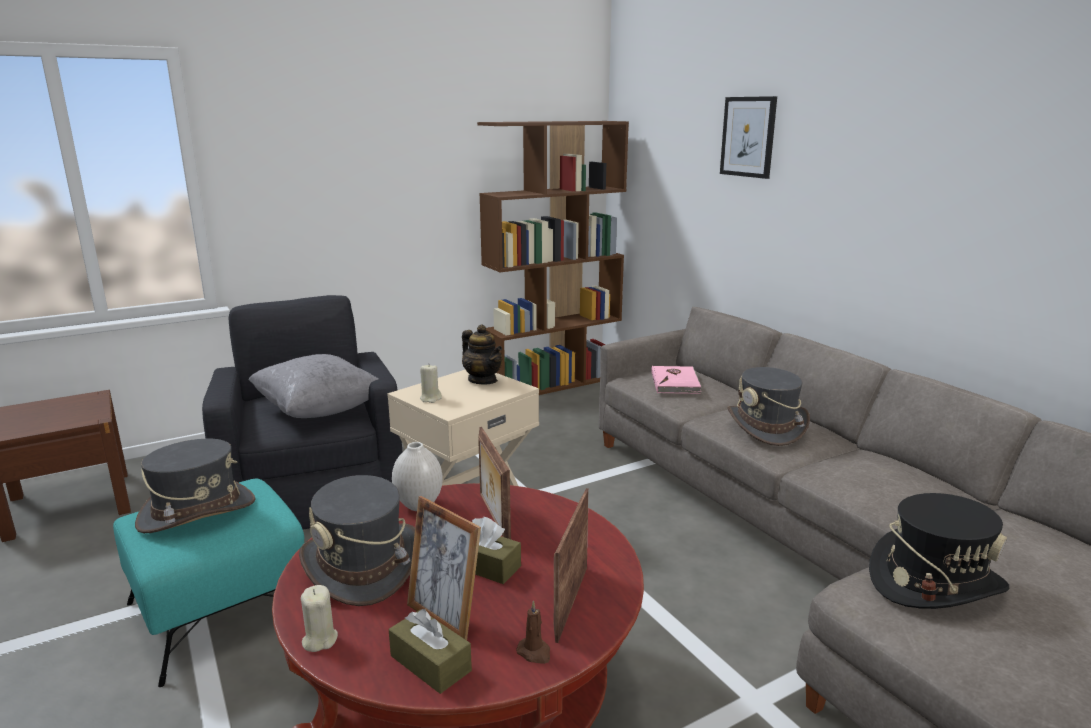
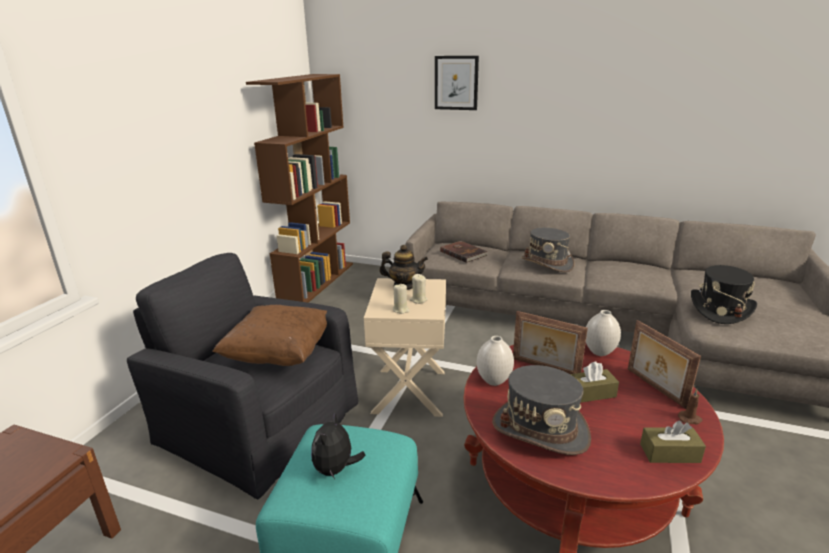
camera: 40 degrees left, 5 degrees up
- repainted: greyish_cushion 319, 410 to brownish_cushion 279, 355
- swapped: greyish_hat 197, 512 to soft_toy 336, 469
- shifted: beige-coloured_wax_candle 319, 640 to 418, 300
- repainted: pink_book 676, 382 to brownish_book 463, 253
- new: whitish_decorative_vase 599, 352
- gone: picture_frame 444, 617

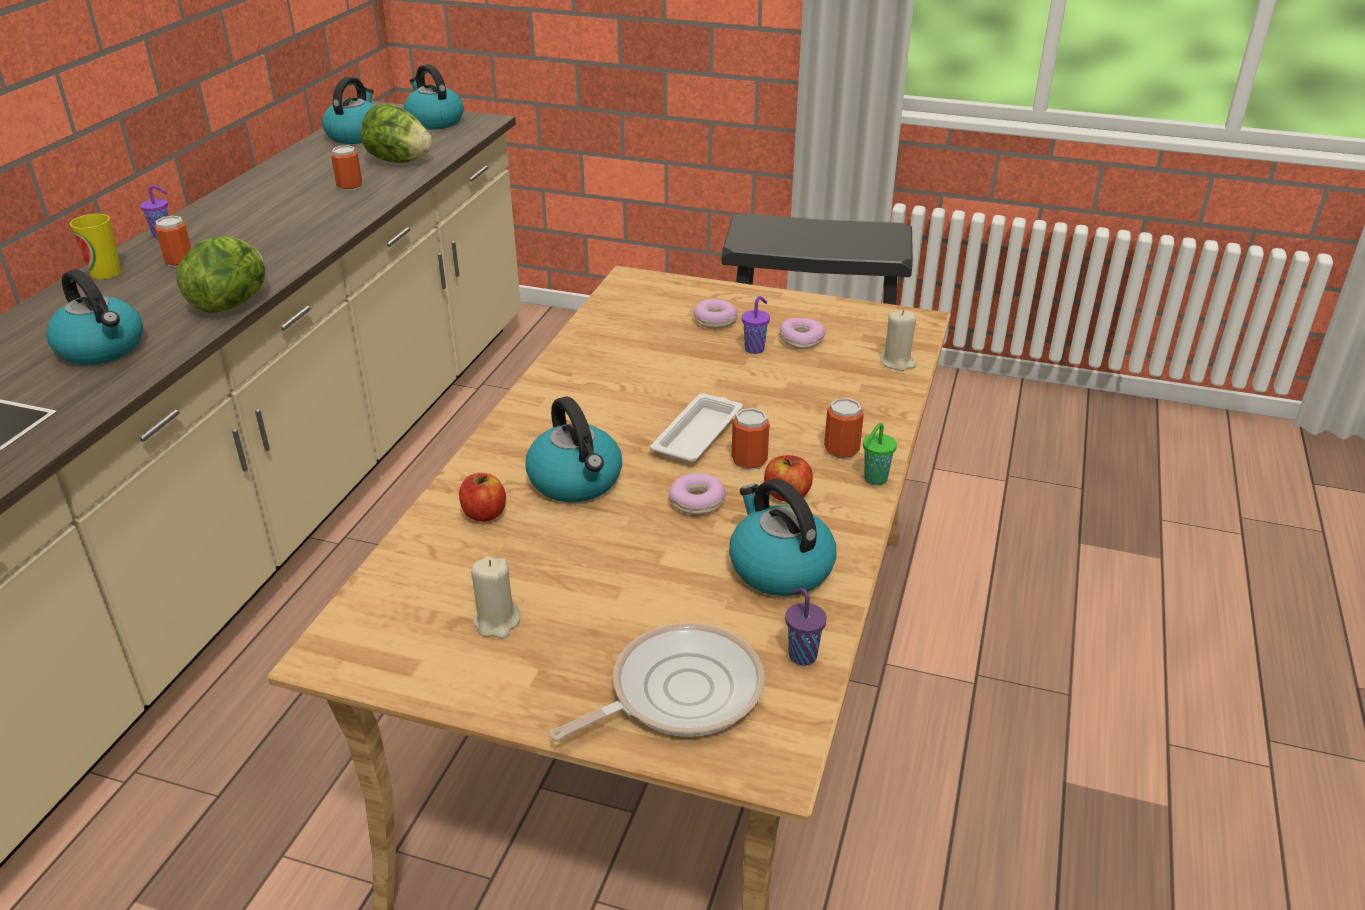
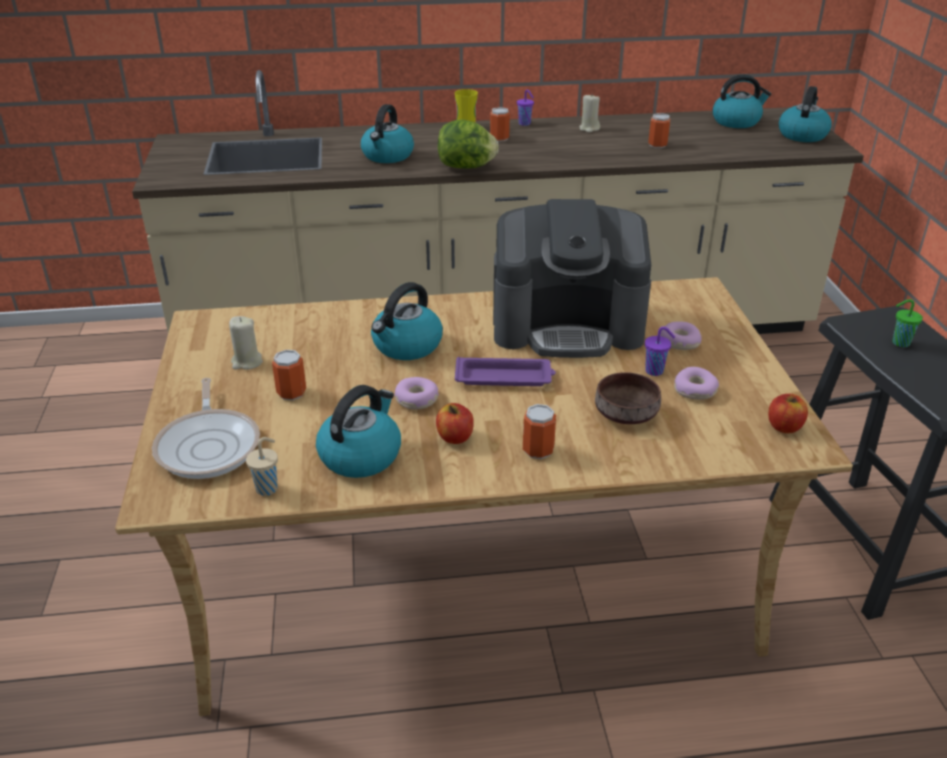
camera: 65 degrees right, 0 degrees up
- rotated: skillet 678, 692 = 209, 445 45 degrees clockwise
- repainted: purple-coloured_cup 801, 654 to beige-coloured_cup 268, 488
- shifted: sealed_can 749, 461 to 291, 393
- repainted: whitish_tray 698, 433 to purple-coloured_tray 505, 377
- new: coffee_machine 568, 325
- shifted: beige-coloured_wax_candle 897, 362 to 589, 128
- new: brownish_deep_dish 624, 413
- shifted: whole_apple 484, 514 to 784, 427
- shifted: green_cup 874, 479 to 899, 343
- gone: lettuce_head 398, 161

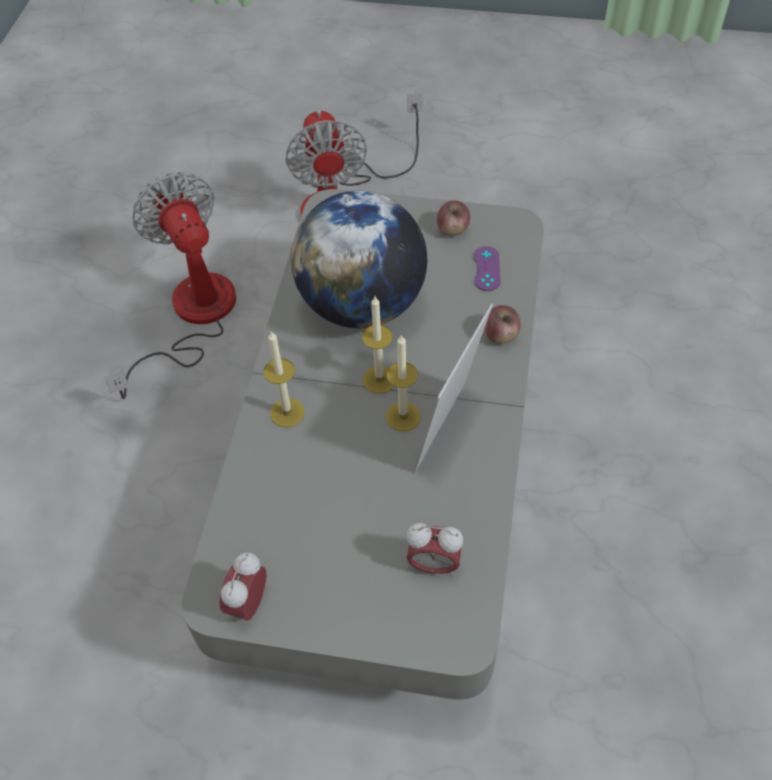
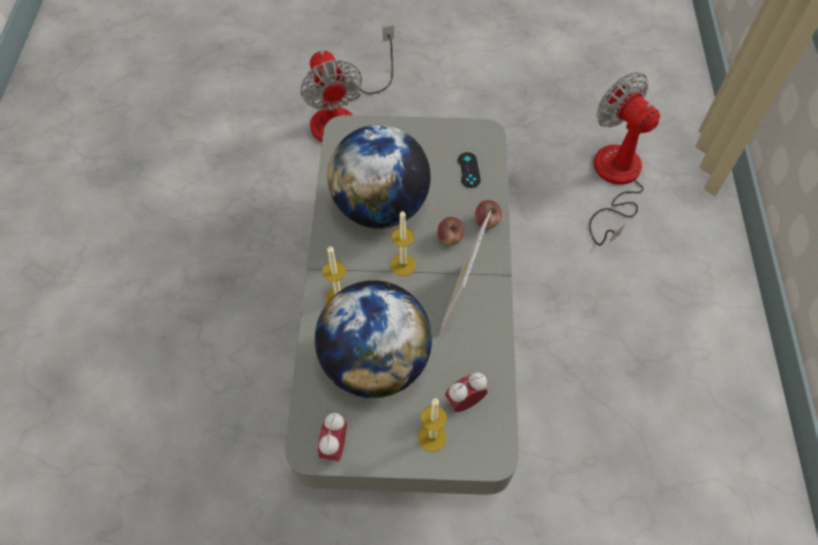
camera: 10 degrees left, 5 degrees up
- new: desk_globe 375, 362
- shifted: wax_candle 403, 416 to 432, 437
- shifted: whole_apple 453, 229 to 450, 238
- rotated: alarm_clock 433, 564 = 464, 401 150 degrees clockwise
- repainted: purple-coloured_game_controller 486, 269 to black_game_controller 469, 170
- shifted: fan 192, 318 to 614, 180

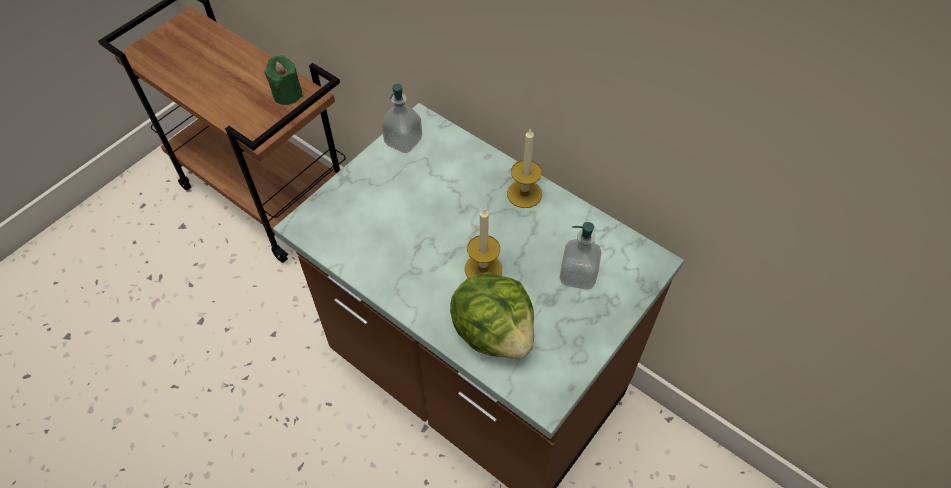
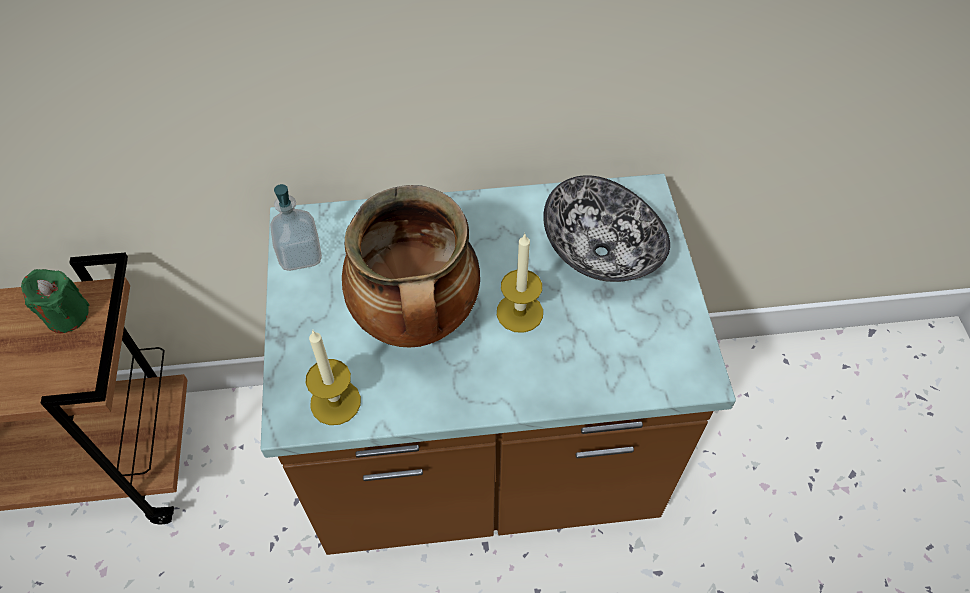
camera: 45 degrees left, 0 degrees up
- shifted: wax_candle 524, 194 to 335, 402
- new: saucepot 418, 322
- swapped: soap_dispenser 578, 275 to deep_dish 602, 251
- gone: lettuce_head 494, 332

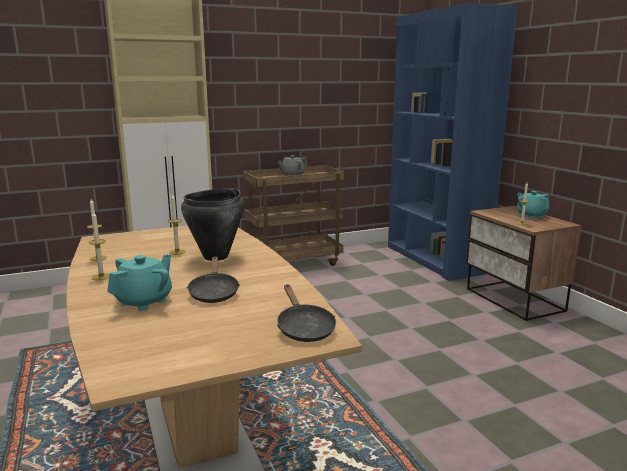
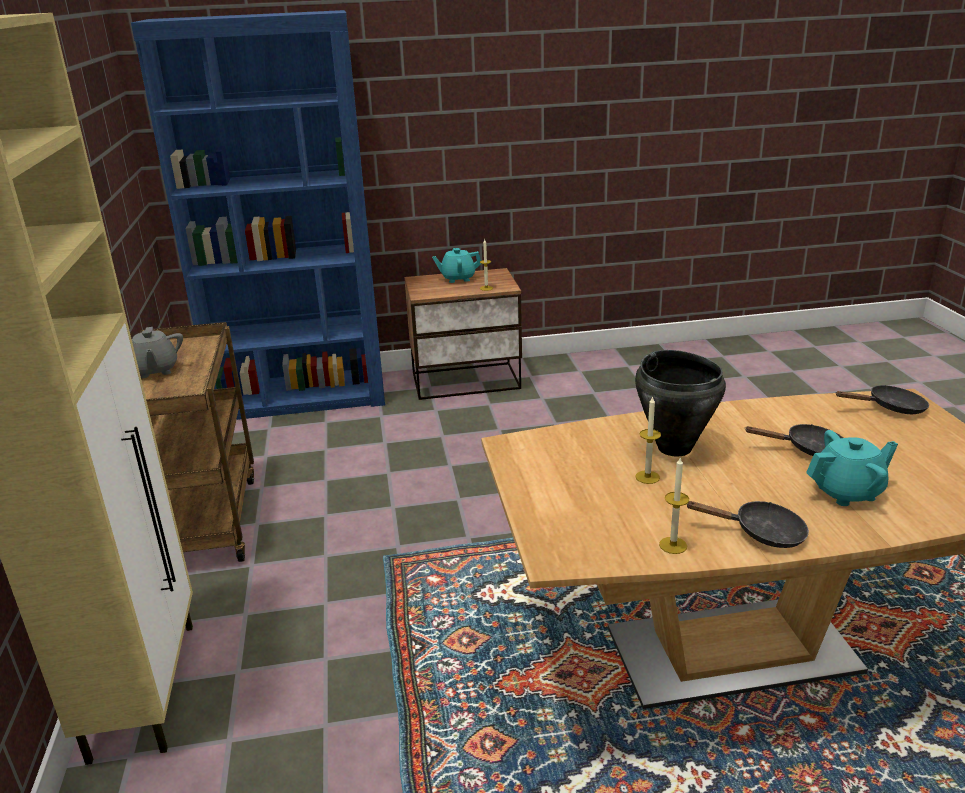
camera: 75 degrees left, 10 degrees up
- swapped: wax_candle 101, 277 to black_skillet 761, 533
- rotated: blue-green_tea_pot 144, 301 = 847, 492 120 degrees clockwise

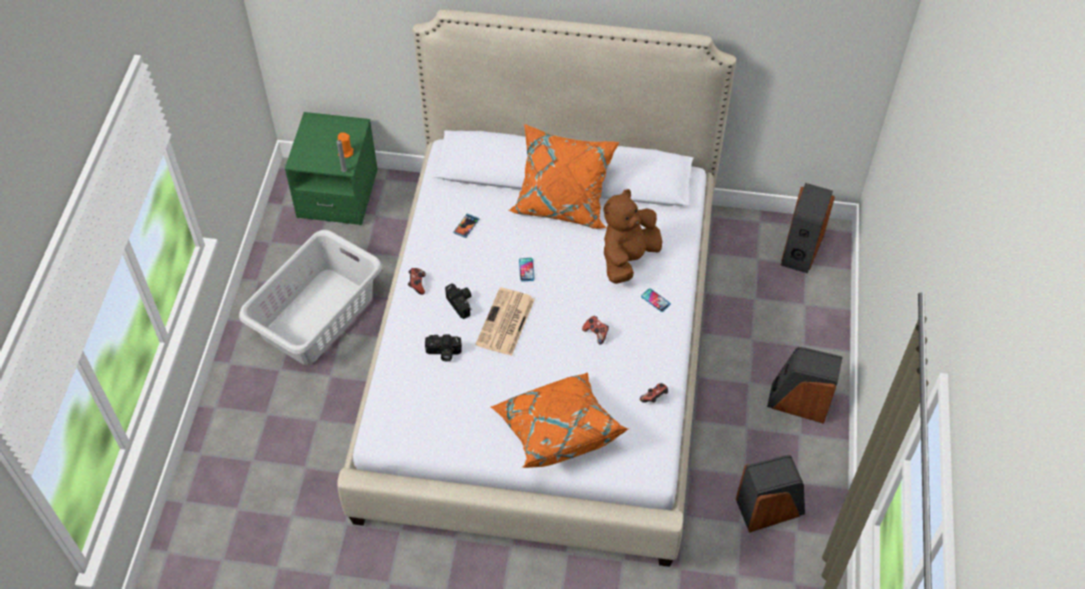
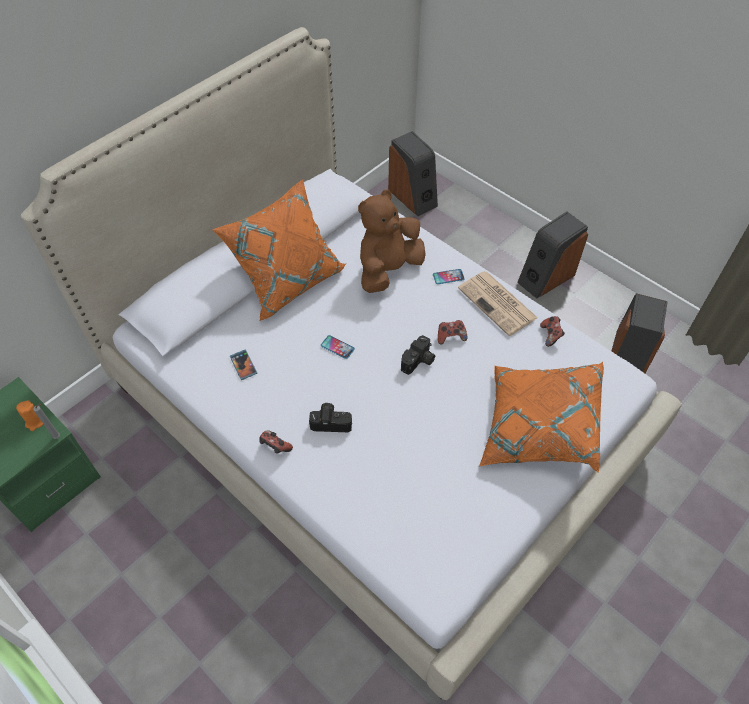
camera: 55 degrees left, 0 degrees up
- rotated: brownish_soft_toy 628, 258 = 388, 270 60 degrees clockwise
- shifted: photo_camera 443, 353 to 419, 362
- shifted: newspaper 505, 323 to 498, 304
- gone: greyish_laundry_basket 319, 316

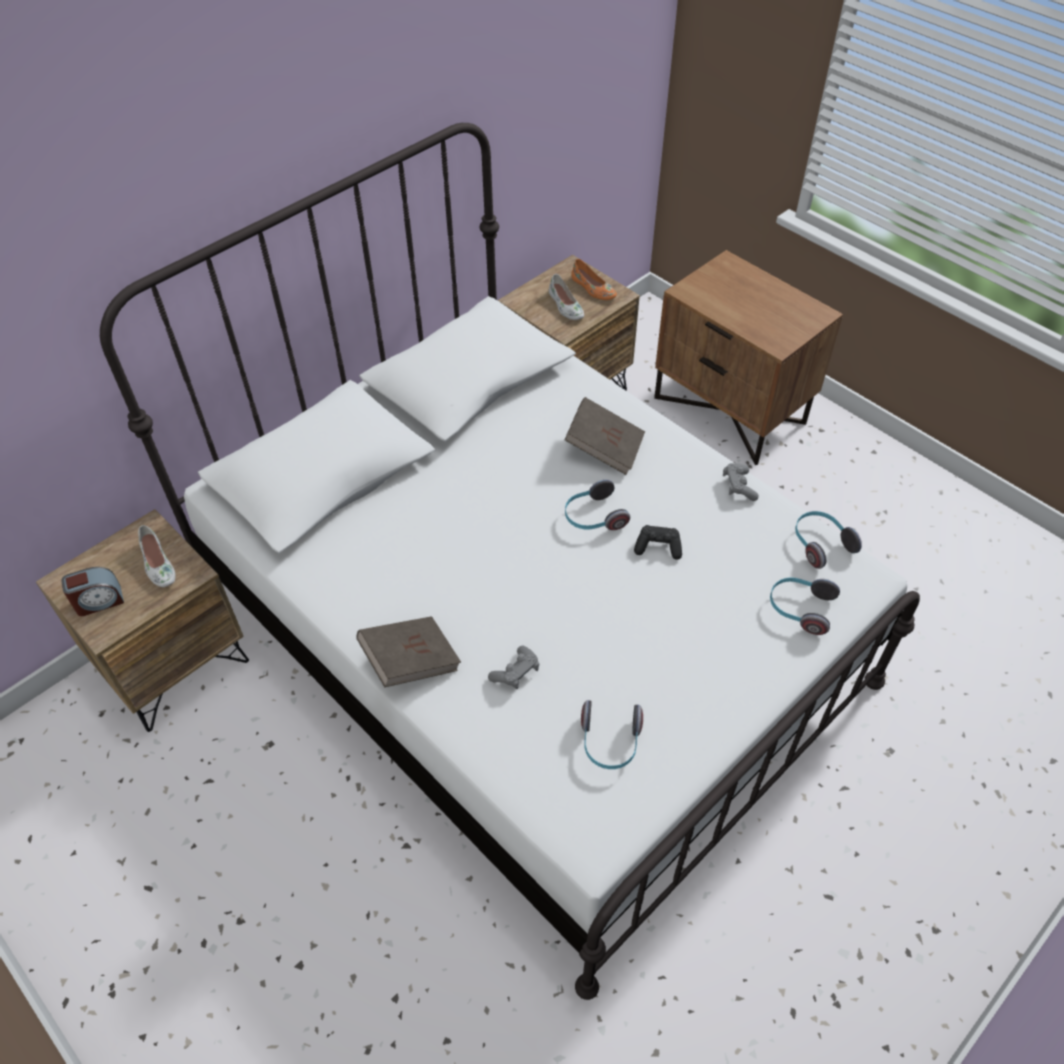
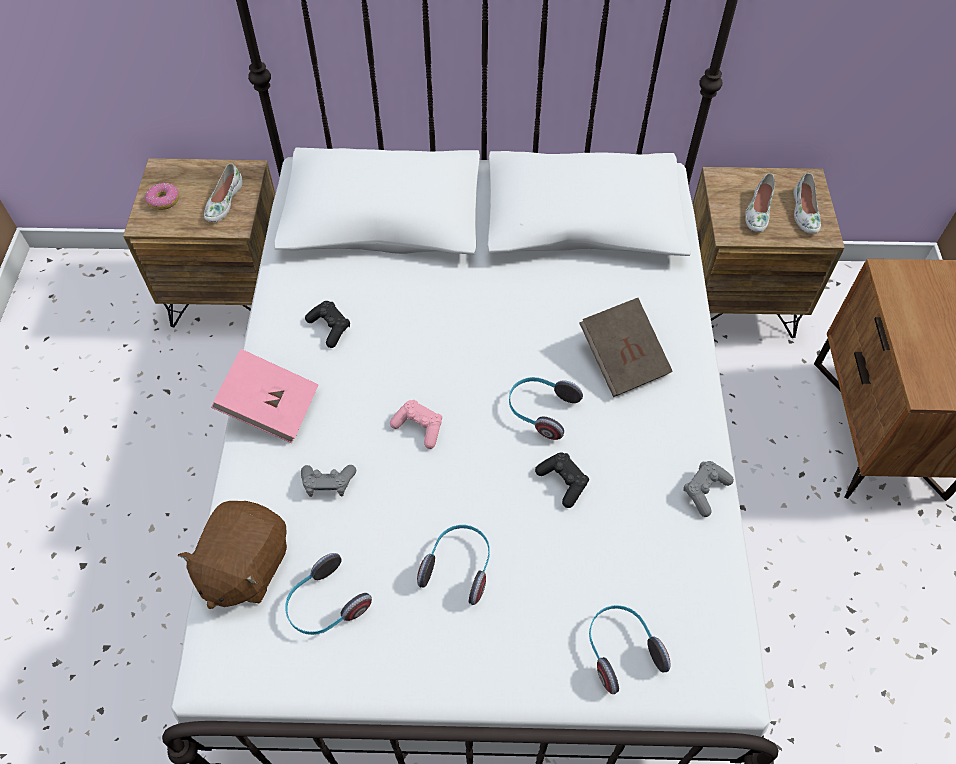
camera: 45 degrees right, 5 degrees up
- swapped: alarm_clock 99, 601 to doughnut 164, 200
- new: brownish_soft_toy 244, 566
- repainted: brownish_book 410, 662 to pink_book 271, 407
- new: black_game_controller 330, 328
- new: pink_game_controller 419, 427
- shifted: headphones 820, 544 to 459, 567
- repainted: orange_item_of_footwear 593, 288 to whitish_item_of_footwear 804, 212

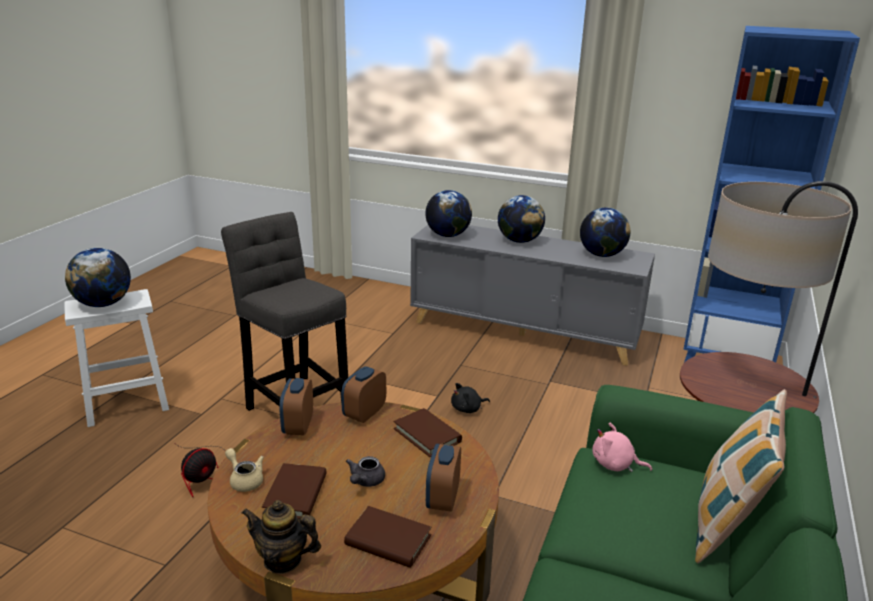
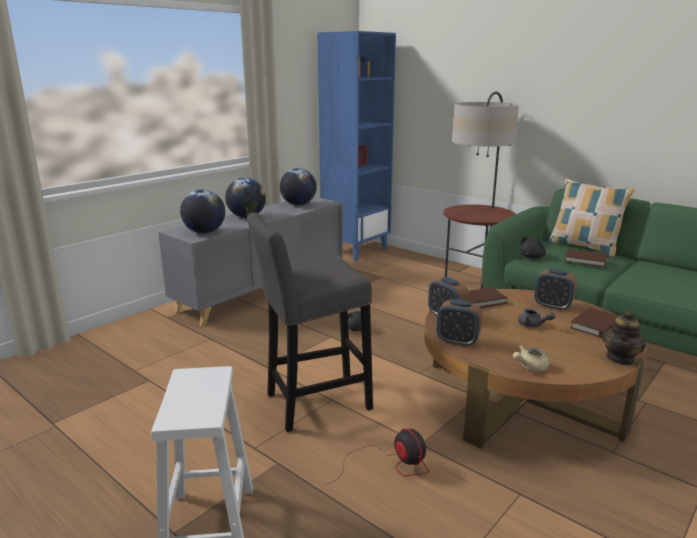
camera: 70 degrees left, 5 degrees down
- repainted: pink_soft_toy 615, 465 to black_soft_toy 532, 257
- shifted: brownish_book 295, 494 to 585, 260
- gone: desk_globe 103, 304

